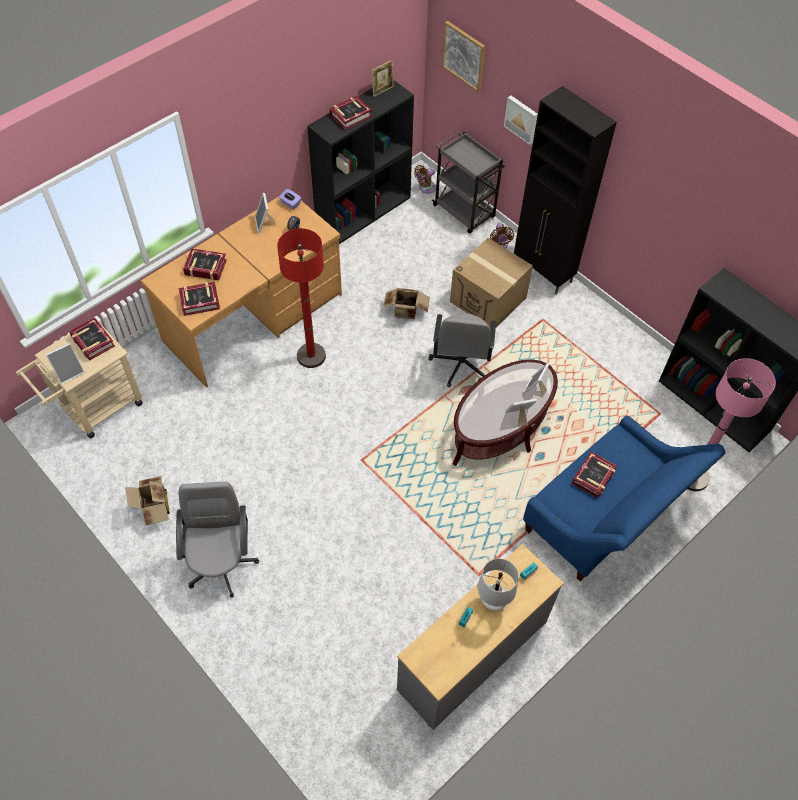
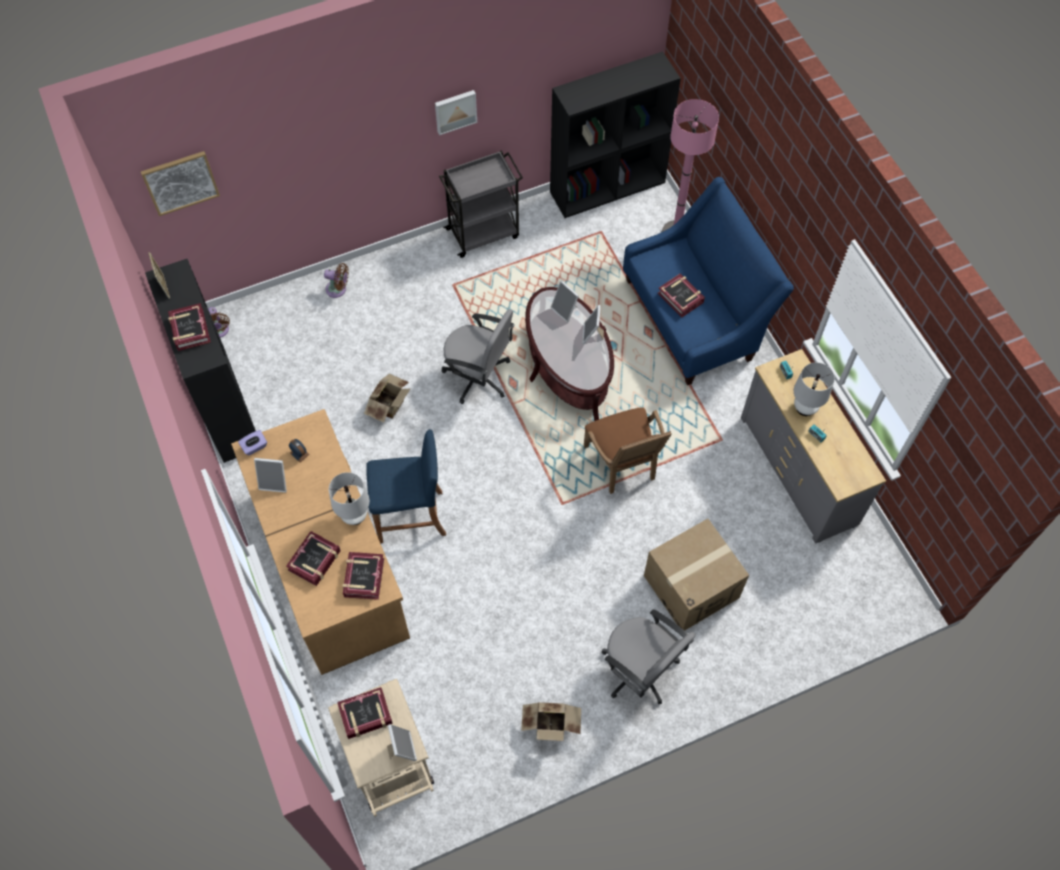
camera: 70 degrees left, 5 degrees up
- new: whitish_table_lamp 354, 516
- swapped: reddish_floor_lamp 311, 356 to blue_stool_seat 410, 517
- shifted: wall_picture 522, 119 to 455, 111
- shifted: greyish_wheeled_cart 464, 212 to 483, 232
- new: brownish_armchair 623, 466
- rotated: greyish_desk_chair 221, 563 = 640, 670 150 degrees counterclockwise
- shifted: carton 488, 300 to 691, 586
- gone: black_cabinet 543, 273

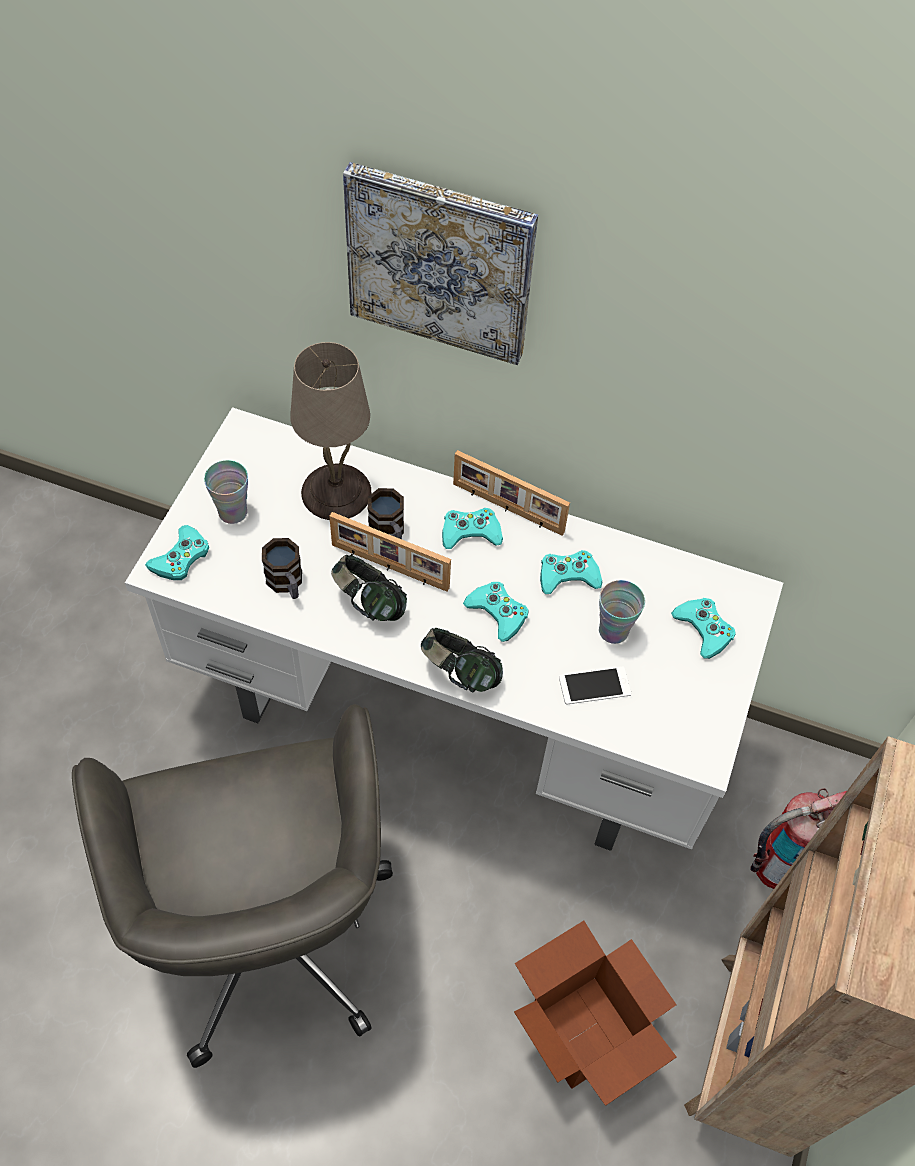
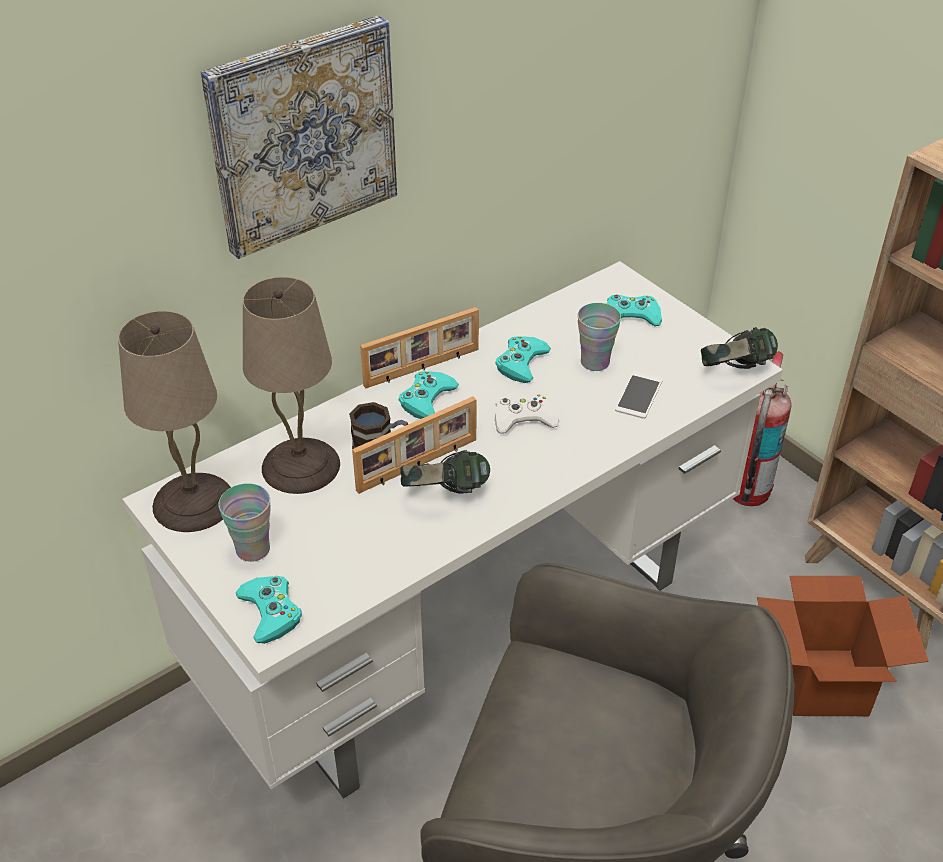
camera: 55 degrees left, 15 degrees down
- new: beige-coloured_table_lamp 192, 502
- repainted: blue-green_game_controller 497, 613 to whitish_game_controller 524, 419
- shifted: headphones 460, 673 to 735, 371
- gone: tea_mug 287, 584

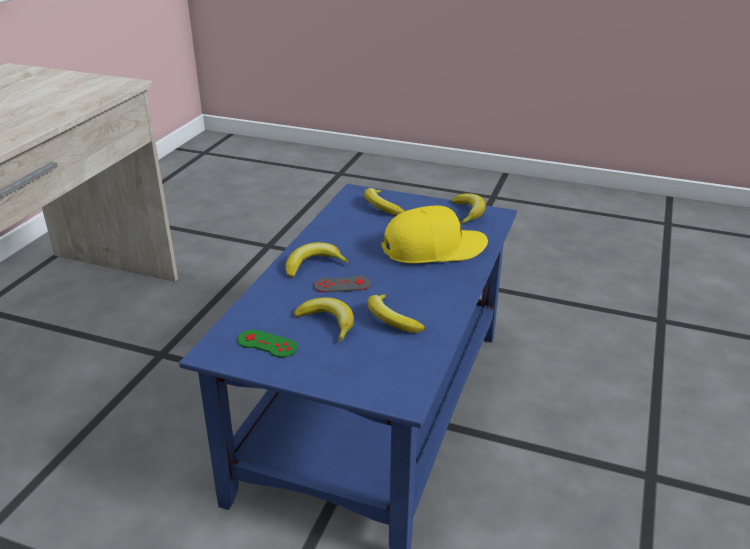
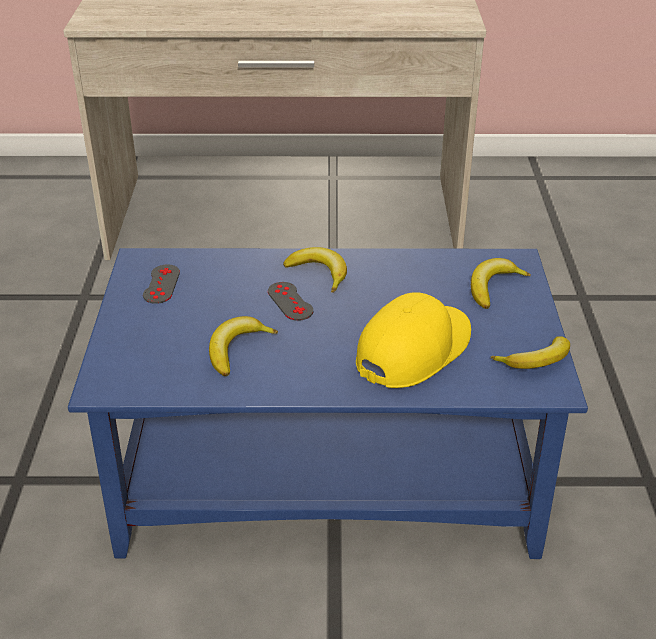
camera: 70 degrees right, 5 degrees up
- repainted: green_game_controller 267, 344 to greyish_game_controller 161, 284
- rotated: yellowish_cap 434, 248 = 414, 350 105 degrees counterclockwise
- gone: whole_banana 328, 323

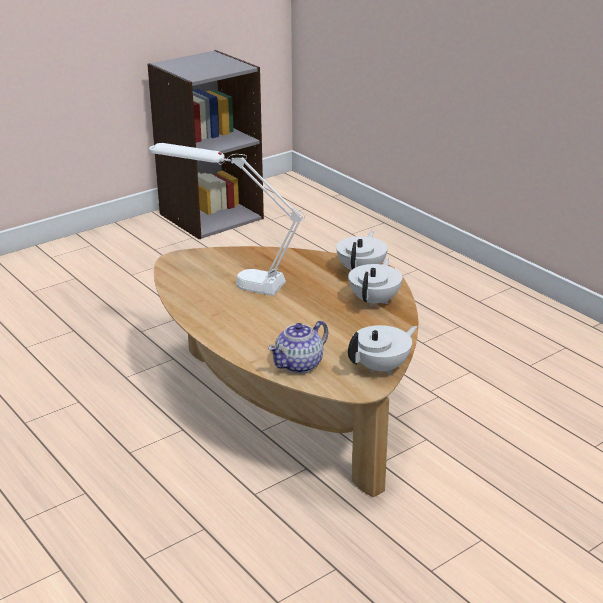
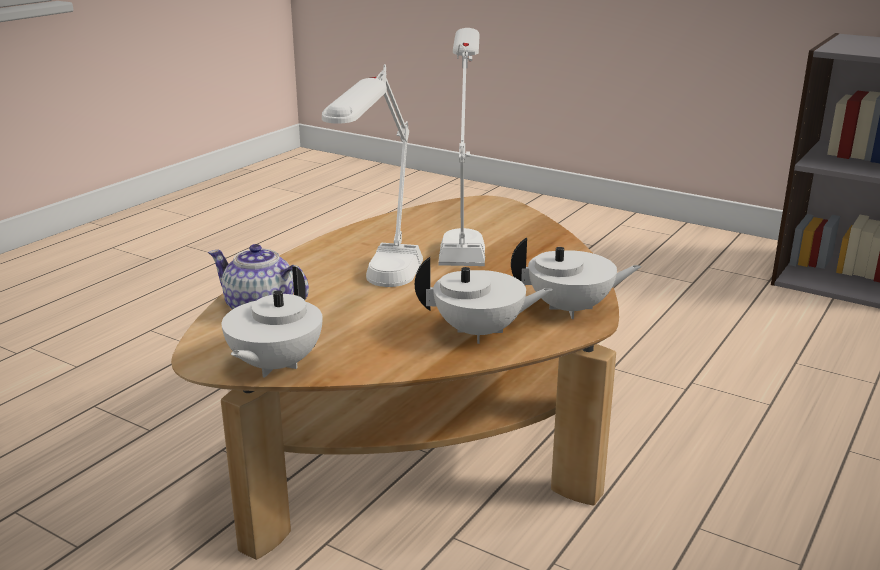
camera: 70 degrees right, 5 degrees down
- rotated: whitish_tea_pot 381, 367 = 274, 365 75 degrees clockwise
- new: whitish_table_lamp 381, 292

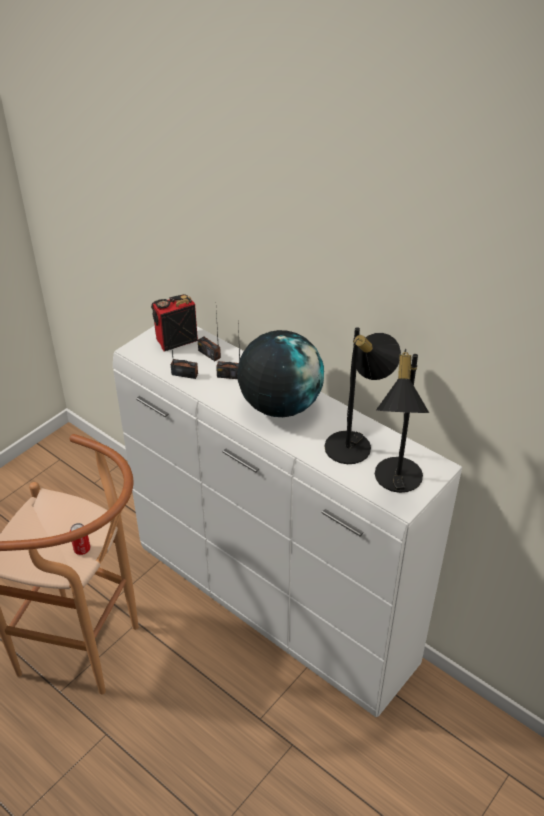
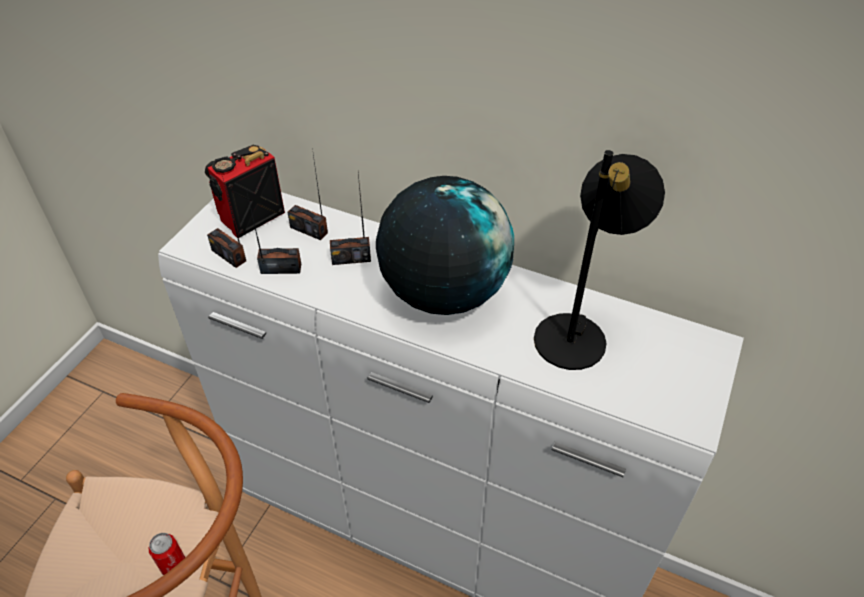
camera: 15 degrees left, 5 degrees up
- new: radio_receiver 229, 255
- gone: black_table_lamp 395, 481

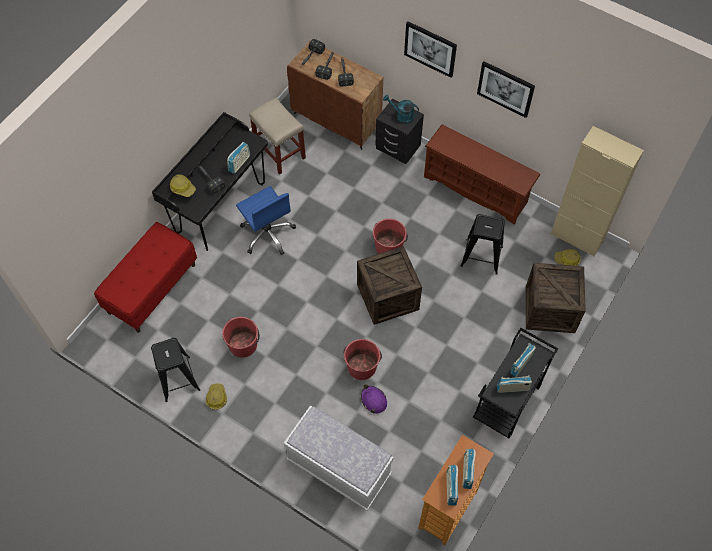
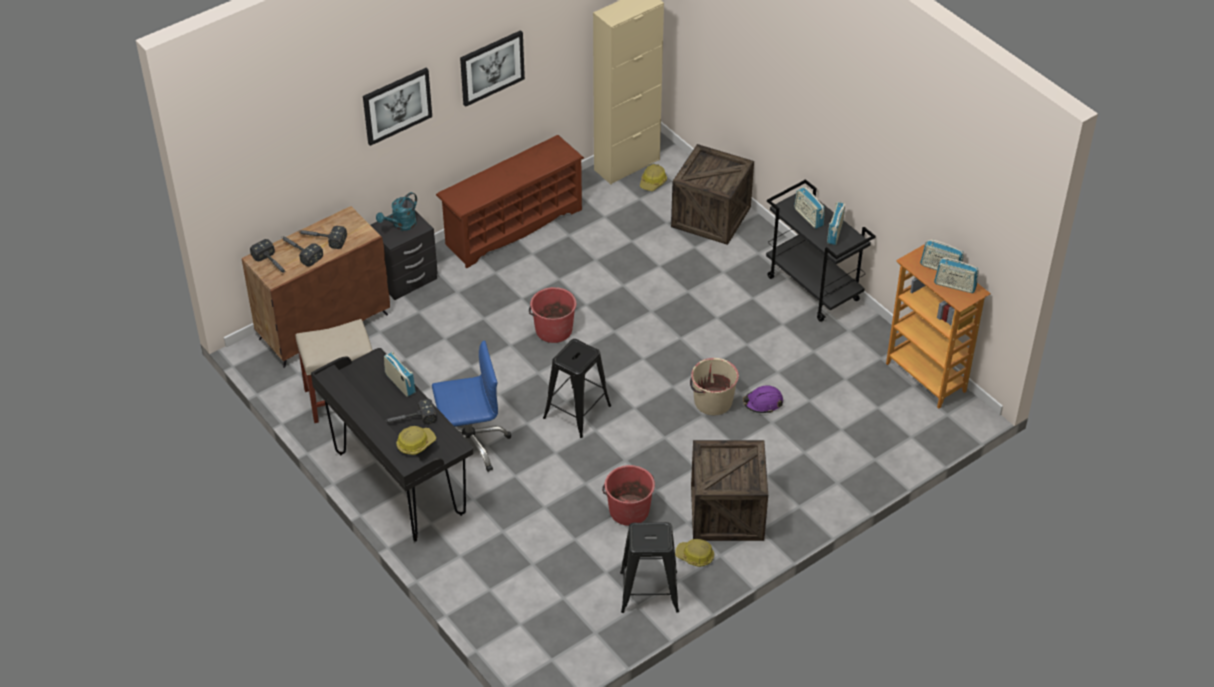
camera: 70 degrees left, 15 degrees down
- shifted: black_stool_seat 481, 256 to 577, 412
- repainted: reddish_bucket 362, 366 to beige-coloured_bucket 712, 401
- shifted: crate 387, 297 to 727, 512
- gone: reddish_bench 152, 288
- gone: whitish_bench 339, 468

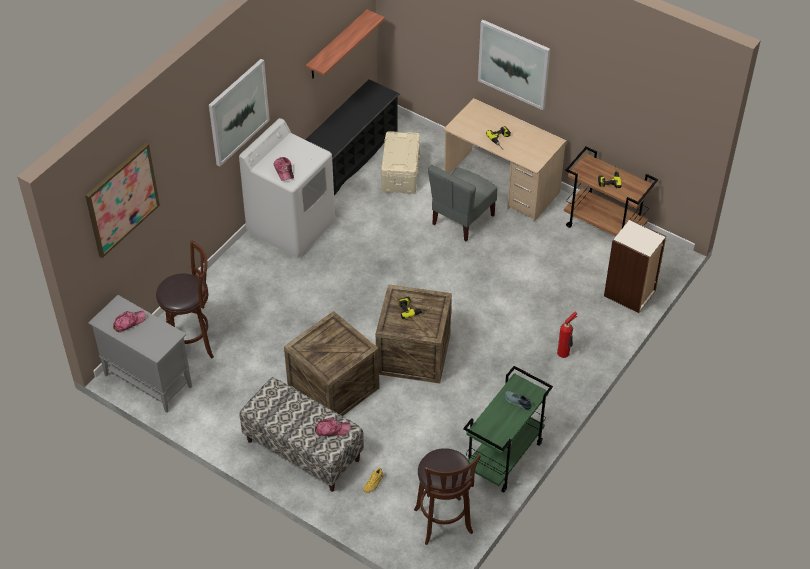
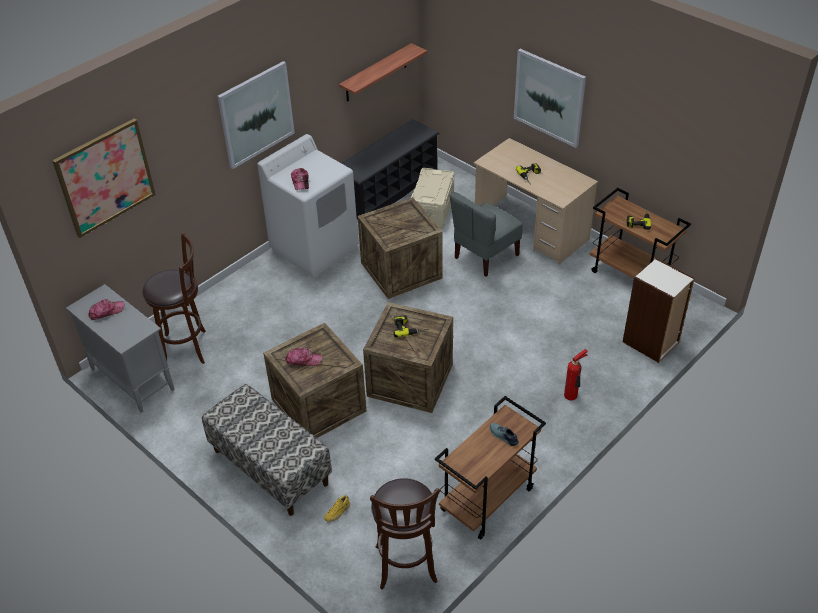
camera: 10 degrees right, 5 degrees down
- shifted: cap 332, 429 to 303, 360
- new: crate 401, 270
- repainted: green_wheeled_cart 504, 458 to brownish_wheeled_cart 487, 501

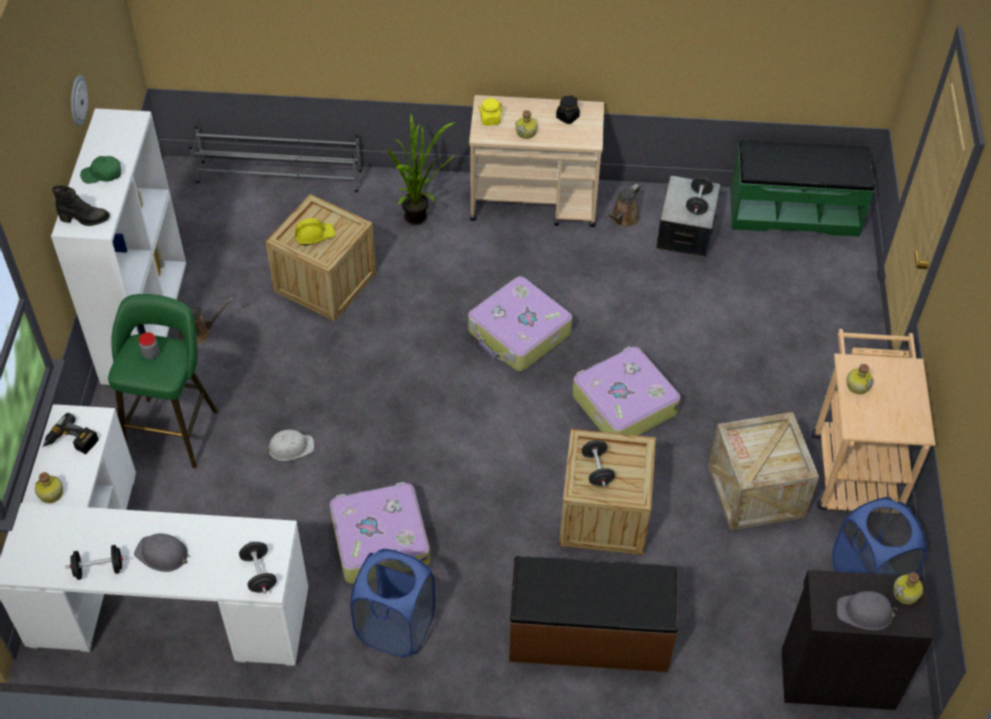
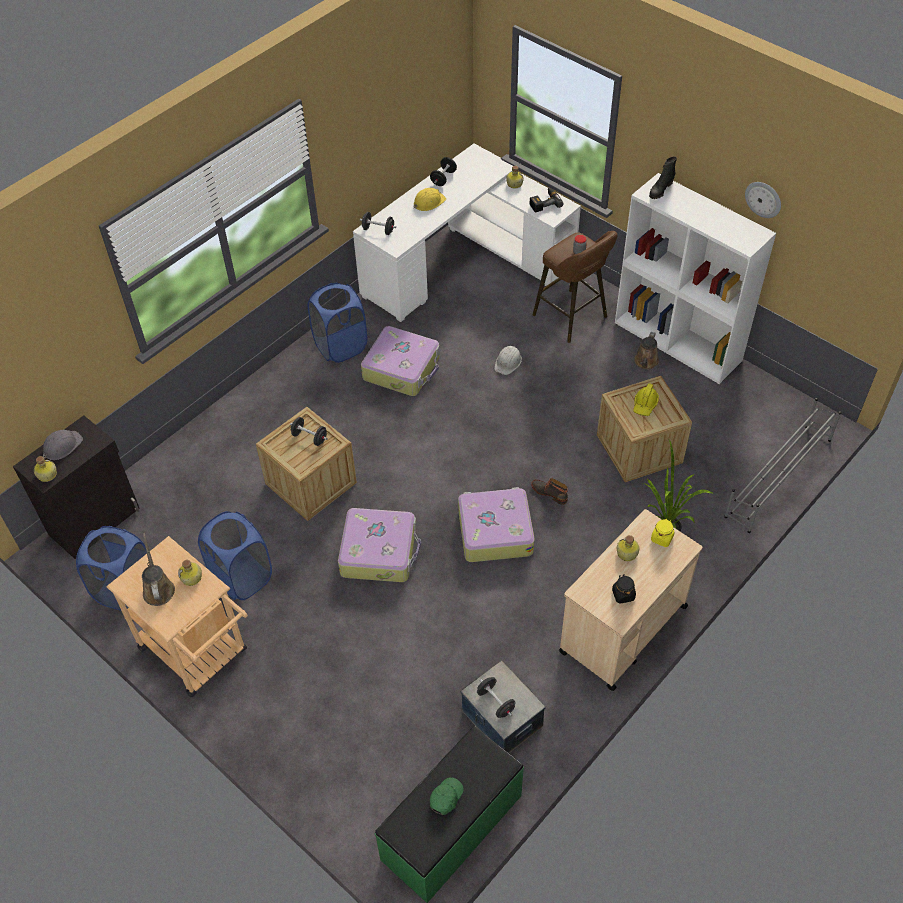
camera: 130 degrees right, 0 degrees up
- shifted: brownish_sprinkling_can 623, 218 to 158, 588
- swapped: crate 756, 491 to blue_laundry_basket 242, 577
- repainted: greyish_hard_hat 162, 554 to yellowish_hard_hat 428, 202
- shifted: green_cap 102, 174 to 446, 797
- new: tall_boot 549, 493
- repainted: green_stool_seat 173, 428 to brownish_stool_seat 573, 318
- gone: brownish_bench 589, 636

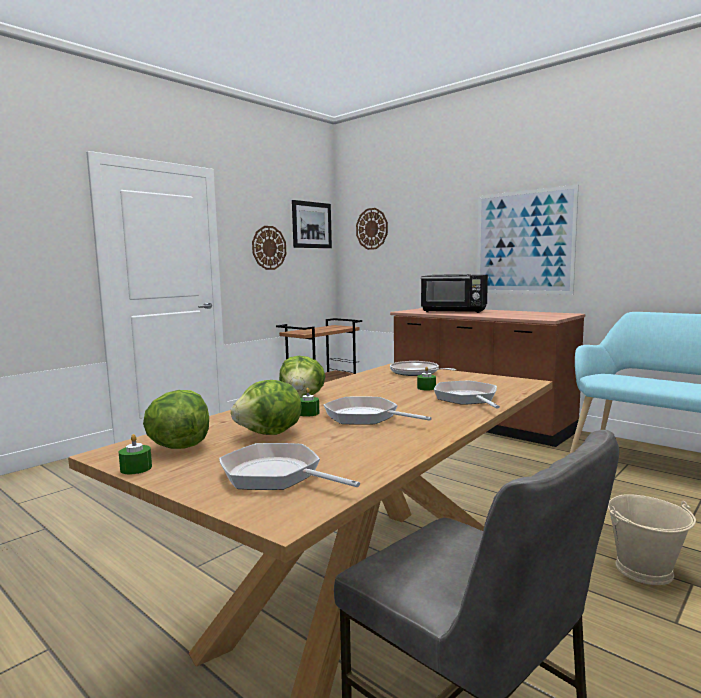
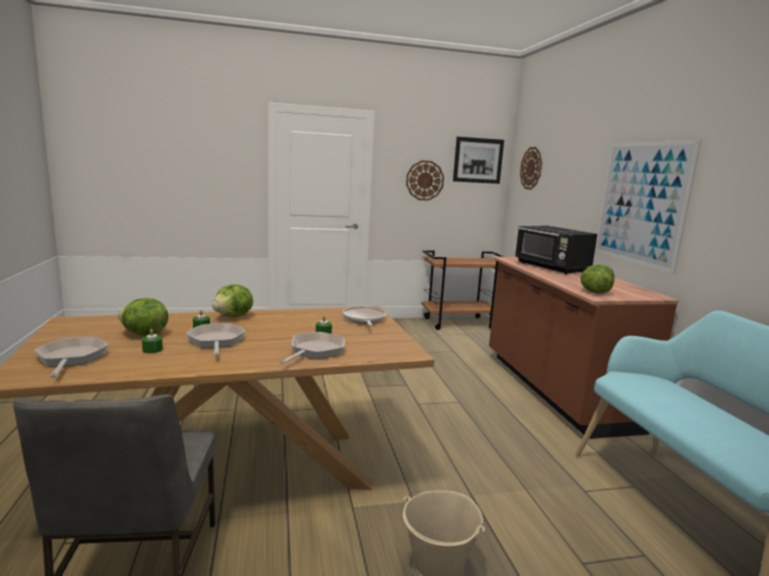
camera: 35 degrees right, 5 degrees up
- shifted: green_wax_candle 136, 468 to 152, 350
- shifted: lettuce_head 179, 446 to 595, 292

